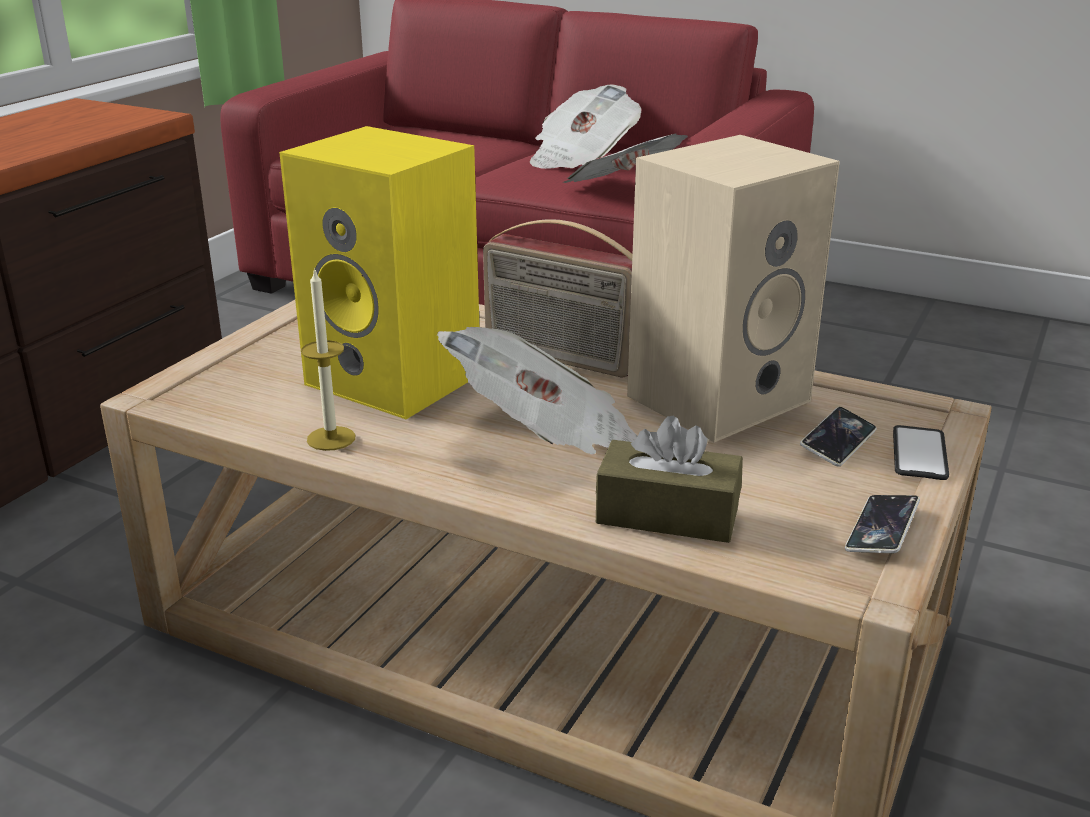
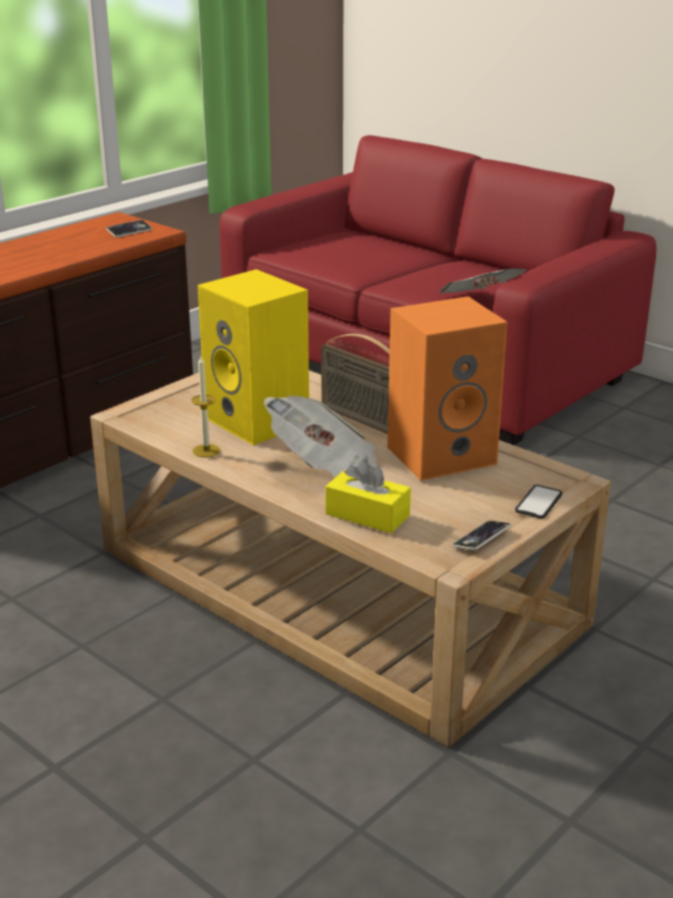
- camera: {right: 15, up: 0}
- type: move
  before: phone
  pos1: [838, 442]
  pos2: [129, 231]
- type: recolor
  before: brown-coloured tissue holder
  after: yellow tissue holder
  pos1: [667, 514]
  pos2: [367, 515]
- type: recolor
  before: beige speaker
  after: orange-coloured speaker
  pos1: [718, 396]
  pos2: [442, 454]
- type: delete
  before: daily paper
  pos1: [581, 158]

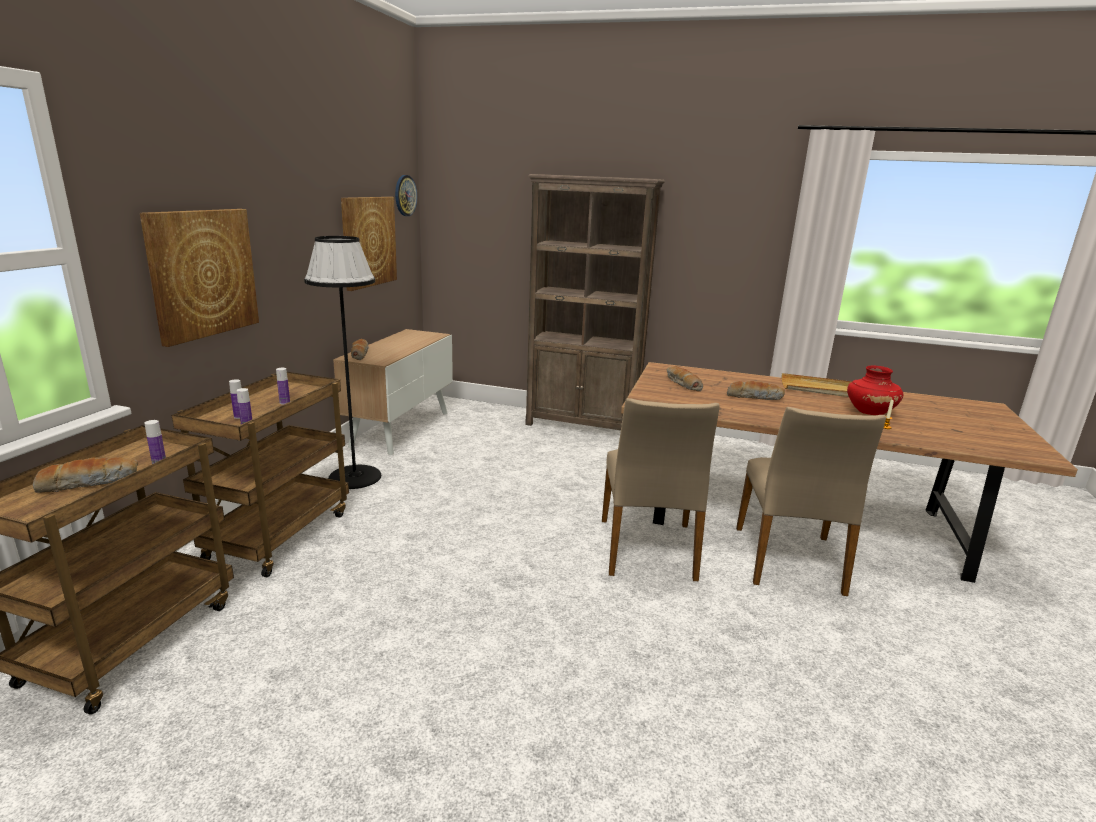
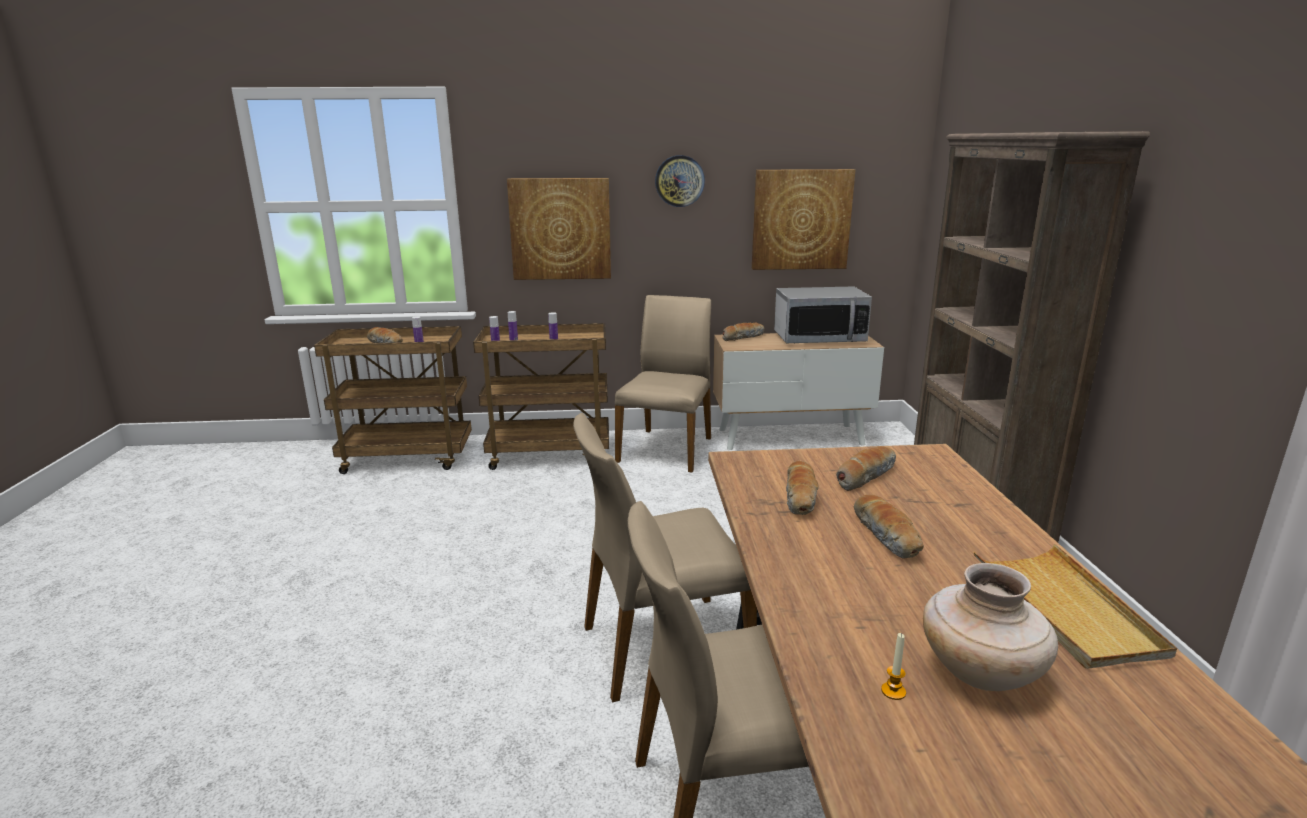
- camera: {right: 70, up: 0}
- type: replace
  before: blackish floor lamp
  after: beige upright chair
  pos1: [355, 477]
  pos2: [667, 449]
- type: move
  before: clock on the wall
  pos1: [405, 195]
  pos2: [679, 181]
- type: insert
  after: microwave oven
  pos2: [819, 338]
- type: insert
  after: baked bread
  pos2: [801, 497]
- type: recolor
  before: red-coloured decorative vase
  after: beige decorative vase
  pos1: [869, 412]
  pos2: [981, 673]

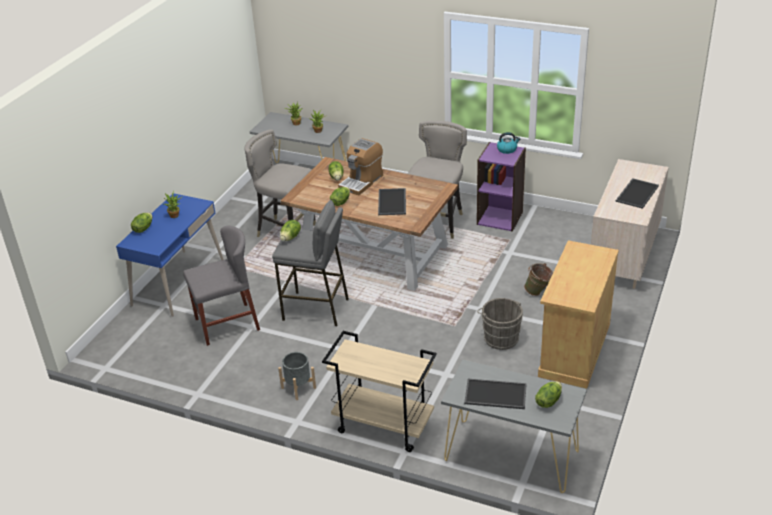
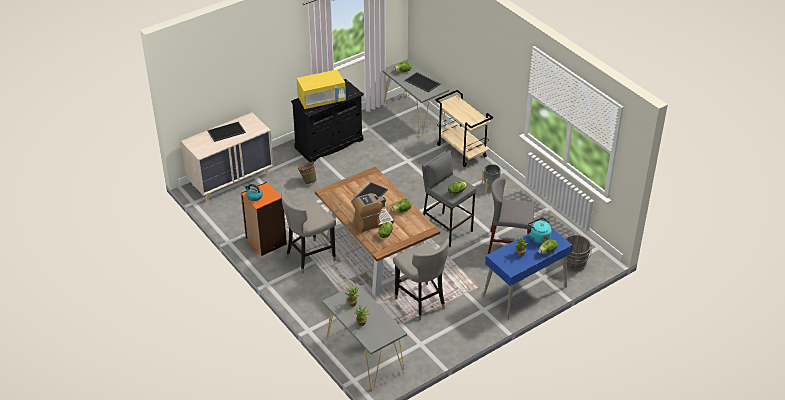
- camera: {right: -150, up: 5}
- type: recolor
  before: purplish bookshelf
  after: orange-coloured bookshelf
  pos1: [500, 218]
  pos2: [265, 242]
- type: recolor
  before: beige cabinet
  after: blackish cabinet
  pos1: [574, 349]
  pos2: [329, 144]
- type: insert
  after: yellow microwave oven
  pos2: [322, 100]
- type: insert
  after: turquoise tea kettle
  pos2: [539, 237]
- type: move
  before: gray water bucket
  pos1: [500, 337]
  pos2: [574, 264]

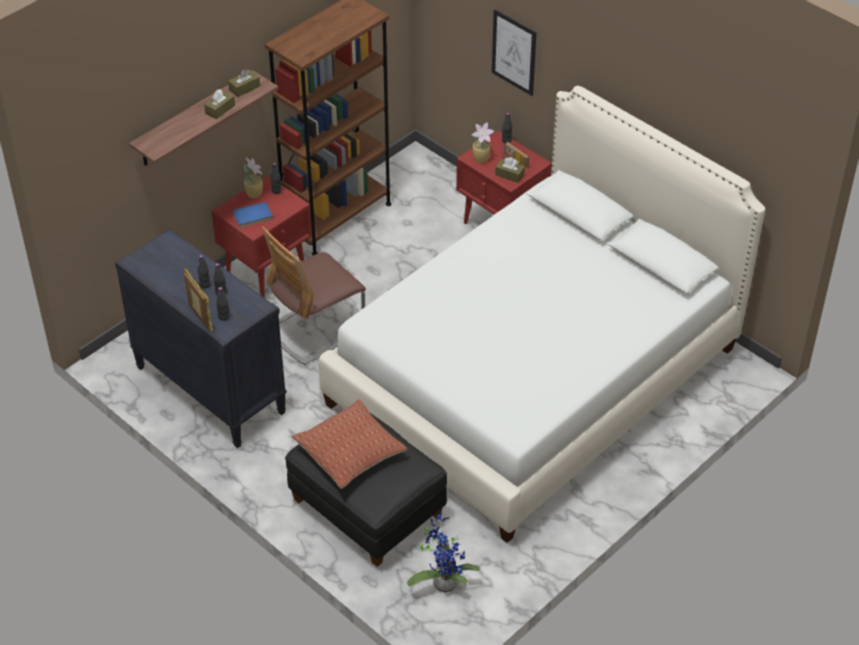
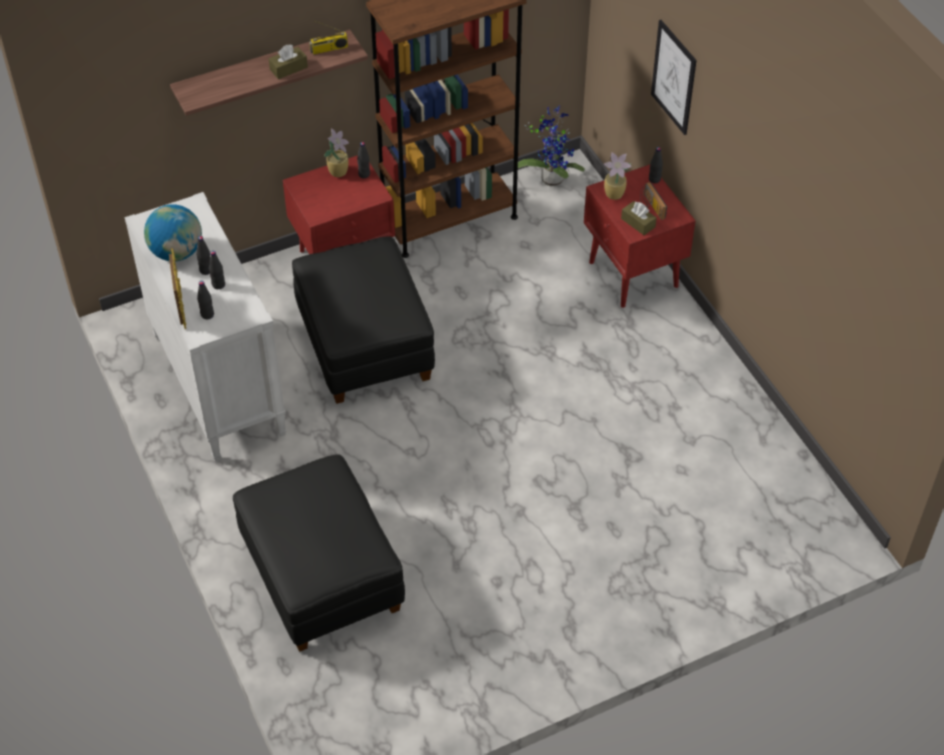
- camera: {right: 20, up: 5}
- type: recolor
  before: blackish dresser
  after: white-coloured dresser
  pos1: [209, 390]
  pos2: [217, 384]
- type: insert
  after: world globe
  pos2: [177, 252]
- type: replace
  before: upright chair
  after: blackish pouffe
  pos1: [315, 330]
  pos2: [364, 345]
- type: replace
  before: brown-coloured tissue holder
  after: radio
  pos1: [244, 88]
  pos2: [329, 49]
- type: move
  before: houseplant
  pos1: [443, 581]
  pos2: [551, 177]
- type: delete
  before: blue volume
  pos1: [253, 217]
- type: delete
  before: pillow
  pos1: [350, 452]
- type: delete
  before: white-coloured bed
  pos1: [534, 376]

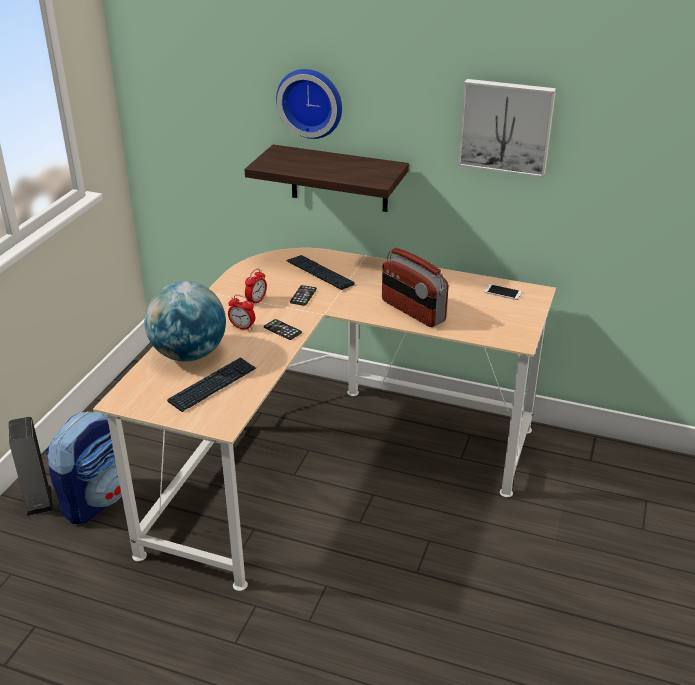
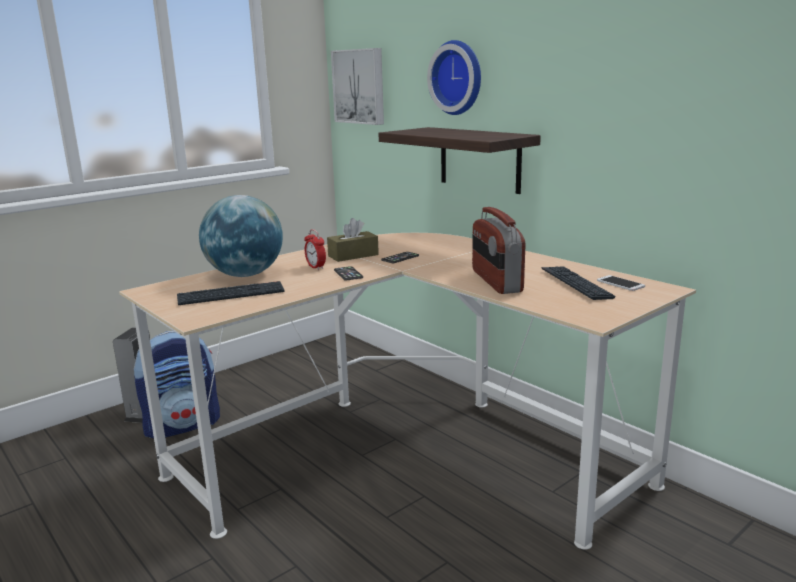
- camera: {right: 30, up: -15}
- type: replace
  before: table clock
  after: brown-coloured tissue holder
  pos1: [256, 301]
  pos2: [353, 255]
- type: move
  before: wall art
  pos1: [506, 126]
  pos2: [360, 86]
- type: move
  before: PC keyboard
  pos1: [320, 273]
  pos2: [575, 284]

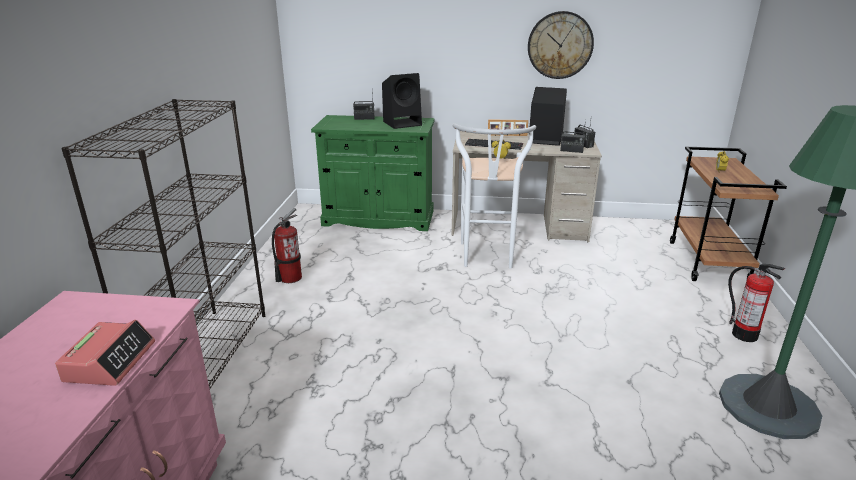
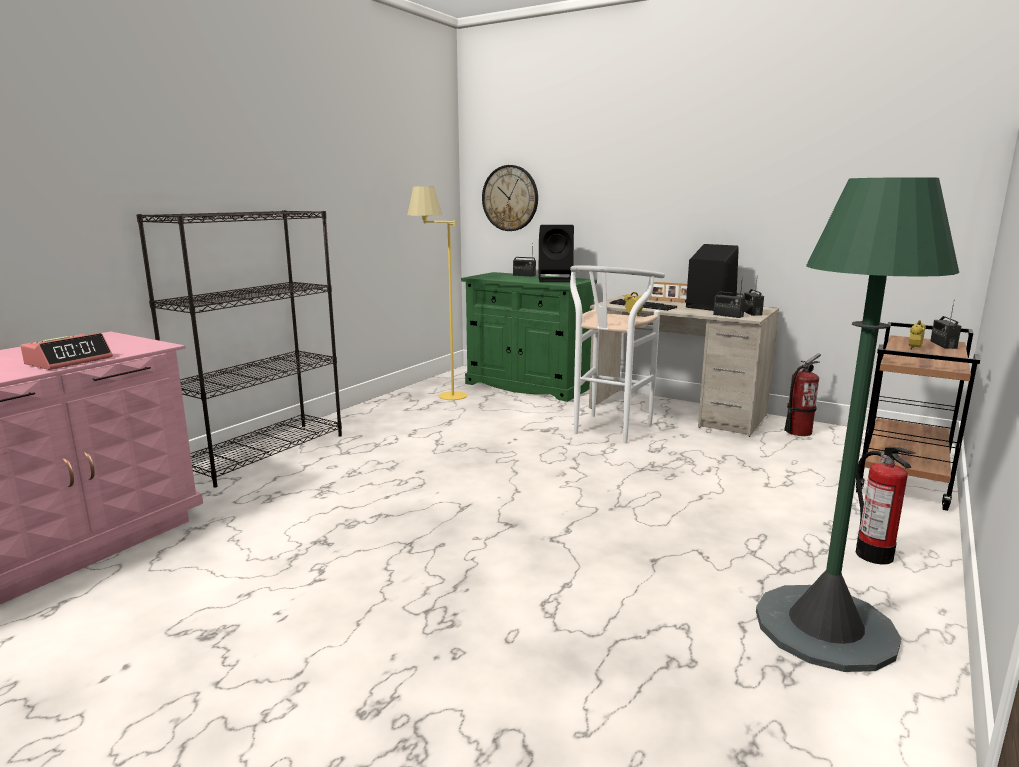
- camera: {right: 25, up: -10}
- type: insert
  after: yellow floor lamp
  pos2: [441, 398]
- type: move
  before: clock on the wall
  pos1: [560, 45]
  pos2: [510, 198]
- type: move
  before: fire extinguisher
  pos1: [290, 278]
  pos2: [797, 432]
- type: insert
  after: radio
  pos2: [943, 345]

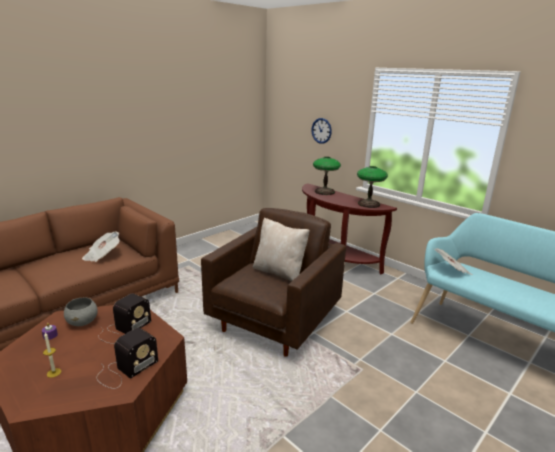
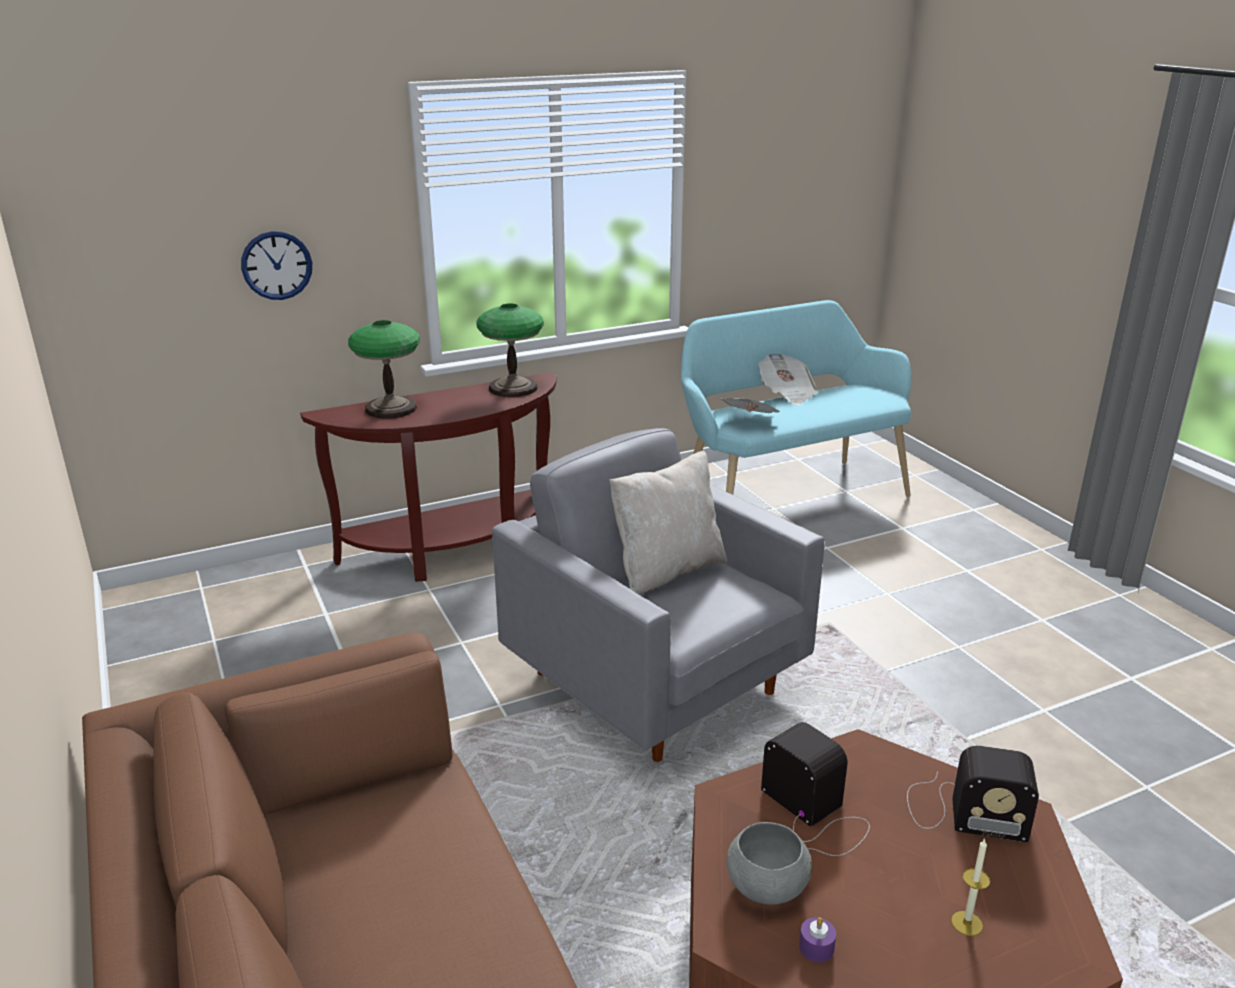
- camera: {right: -70, up: 5}
- type: recolor
  before: brown-coloured easy chair
  after: gray easy chair
  pos1: [274, 322]
  pos2: [656, 684]
- type: move
  before: daily paper
  pos1: [102, 256]
  pos2: [786, 394]
- type: rotate
  before: radio
  pos1: [125, 370]
  pos2: [961, 812]
  turn: 135

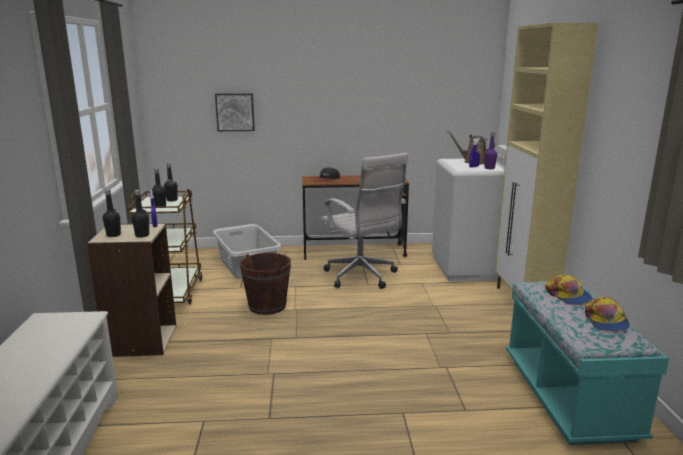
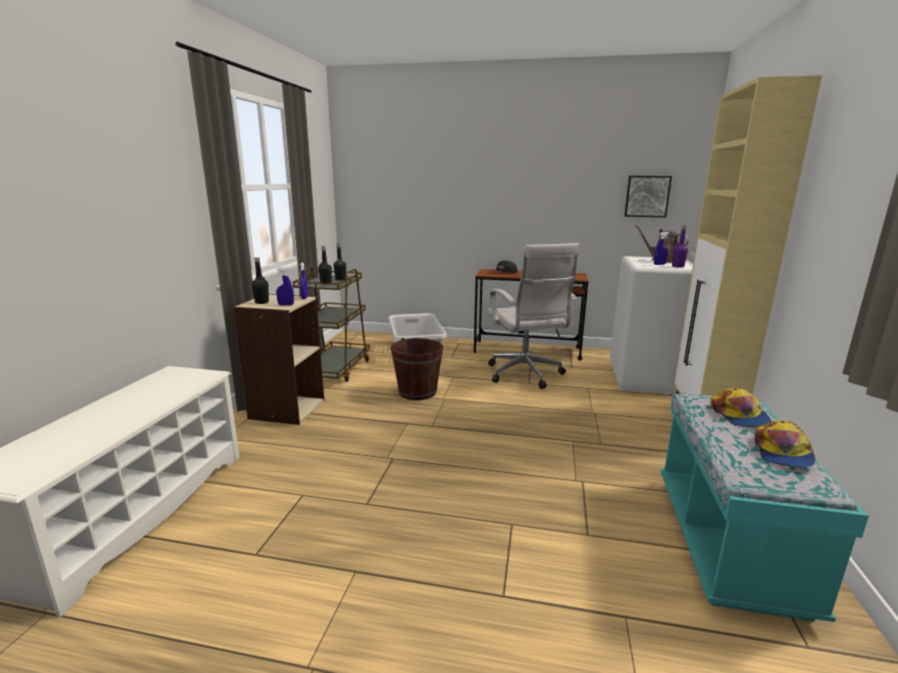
- camera: {right: 15, up: 0}
- type: replace
  before: blackish drink bottle
  after: blue spray bottle
  pos1: [142, 235]
  pos2: [286, 305]
- type: move
  before: wall art
  pos1: [235, 112]
  pos2: [647, 196]

